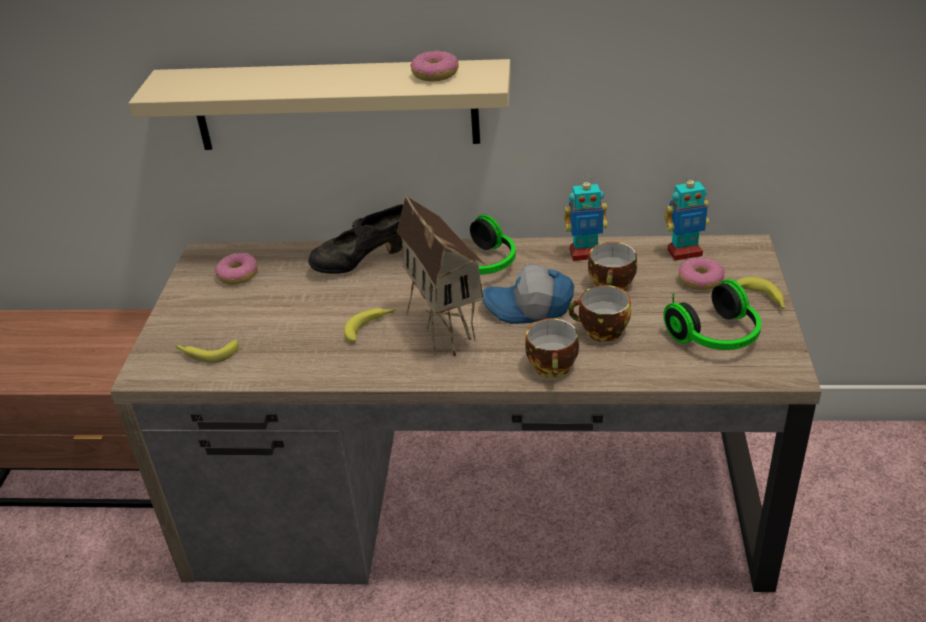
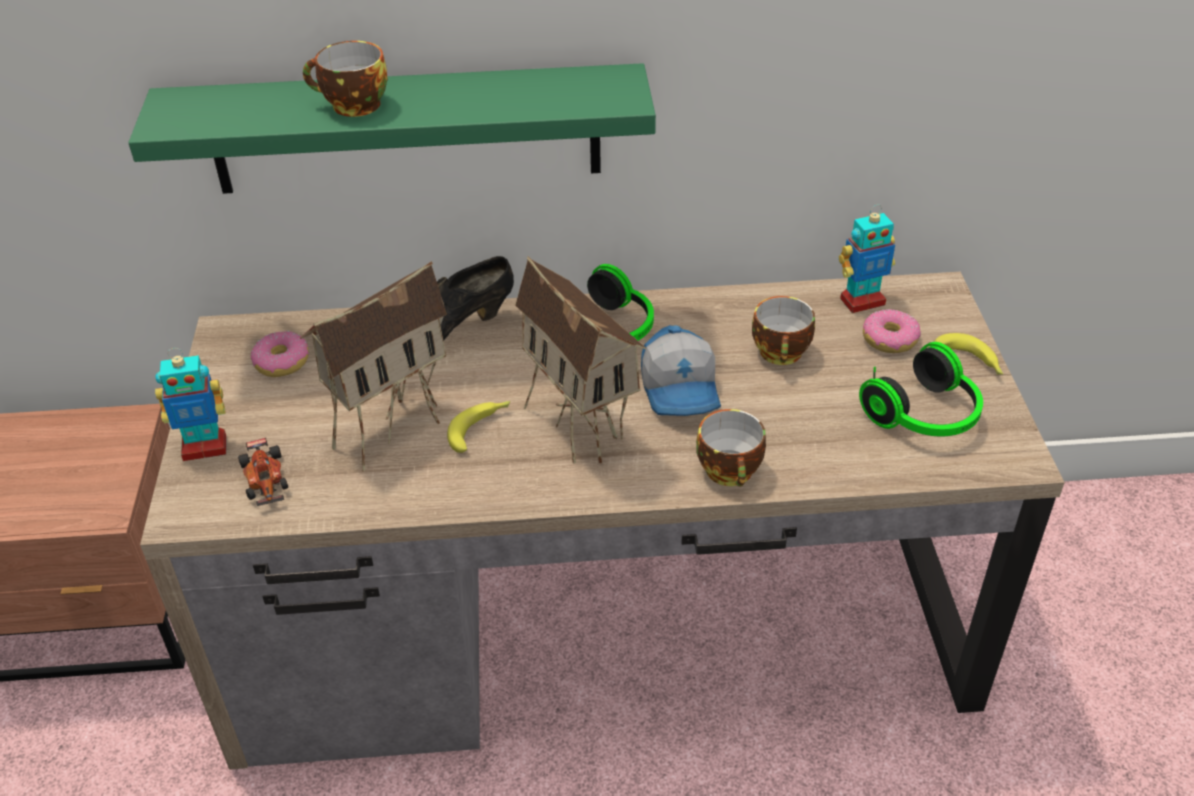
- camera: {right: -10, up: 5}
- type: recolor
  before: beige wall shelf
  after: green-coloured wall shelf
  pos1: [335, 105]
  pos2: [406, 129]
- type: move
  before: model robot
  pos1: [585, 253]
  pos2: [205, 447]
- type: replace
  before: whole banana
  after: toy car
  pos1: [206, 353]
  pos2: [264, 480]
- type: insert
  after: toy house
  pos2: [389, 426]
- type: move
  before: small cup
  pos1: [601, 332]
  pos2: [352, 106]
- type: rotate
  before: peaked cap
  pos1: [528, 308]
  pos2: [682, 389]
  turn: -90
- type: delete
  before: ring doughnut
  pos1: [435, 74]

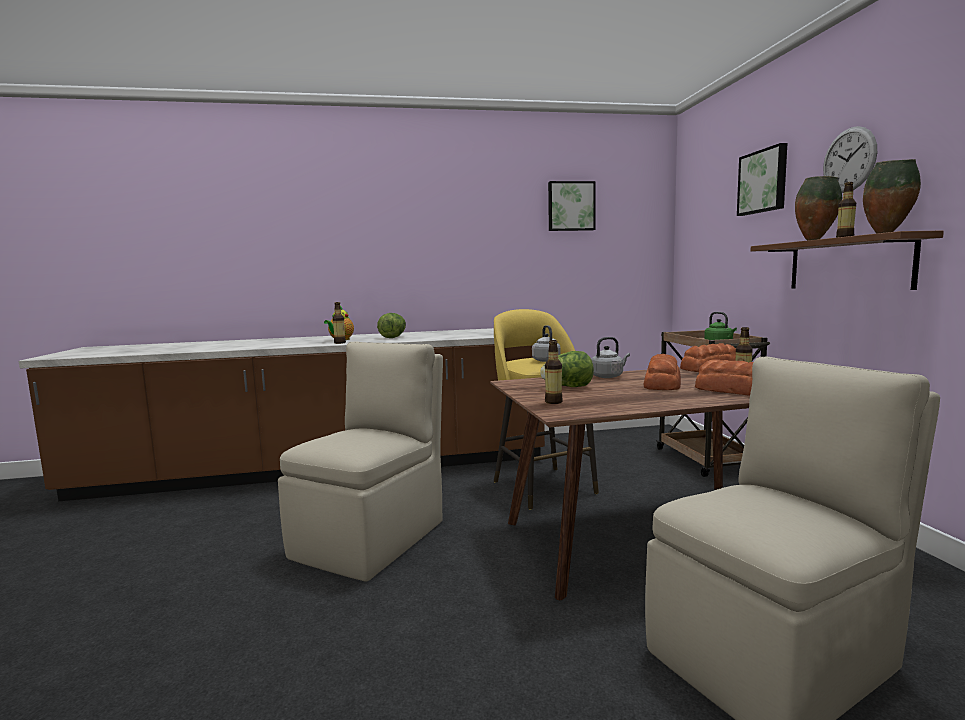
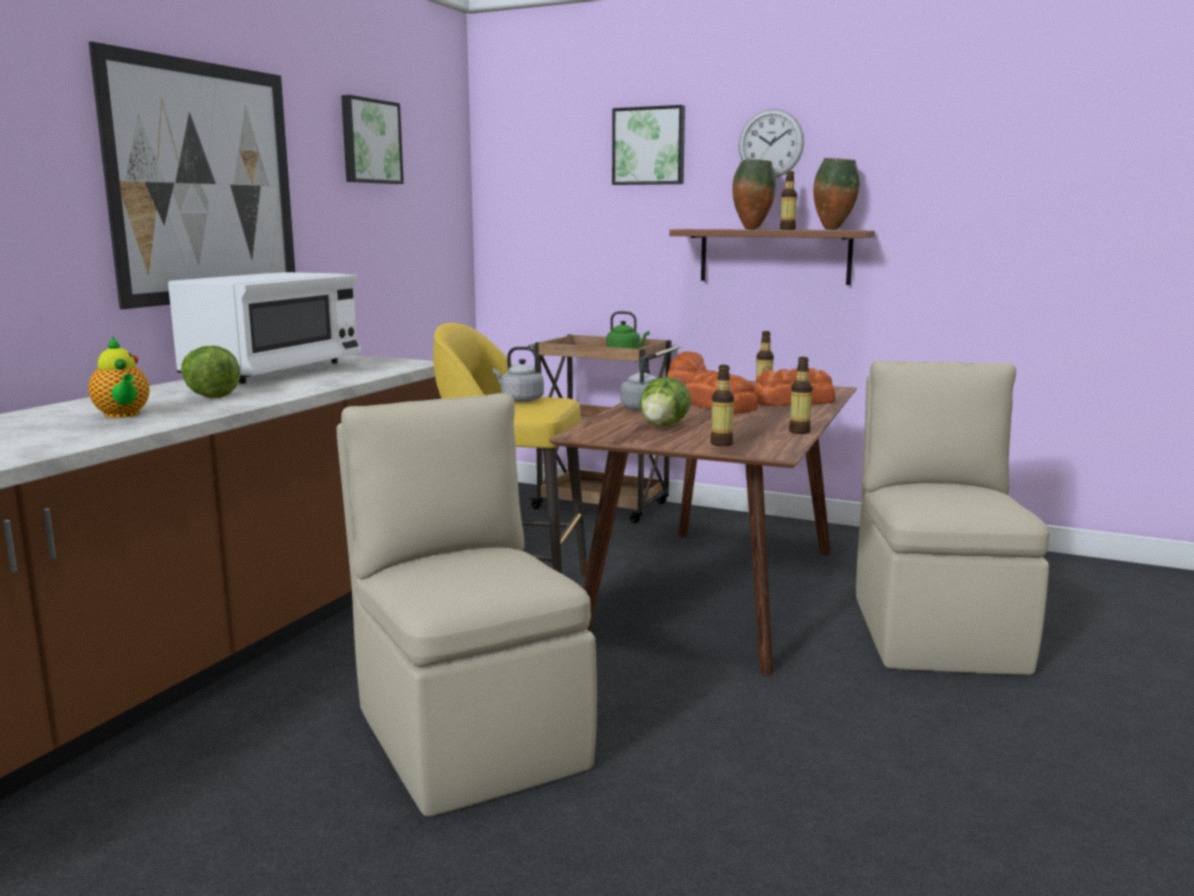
- camera: {right: -55, up: 5}
- type: insert
  after: wall art
  pos2: [205, 183]
- type: insert
  after: white-coloured microwave oven
  pos2: [274, 372]
- type: move
  before: drink bottle
  pos1: [340, 343]
  pos2: [799, 432]

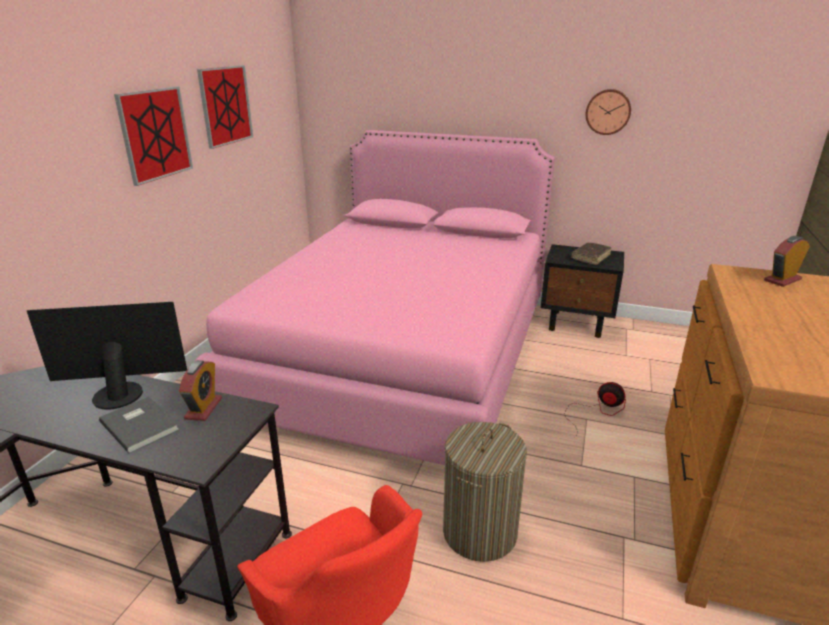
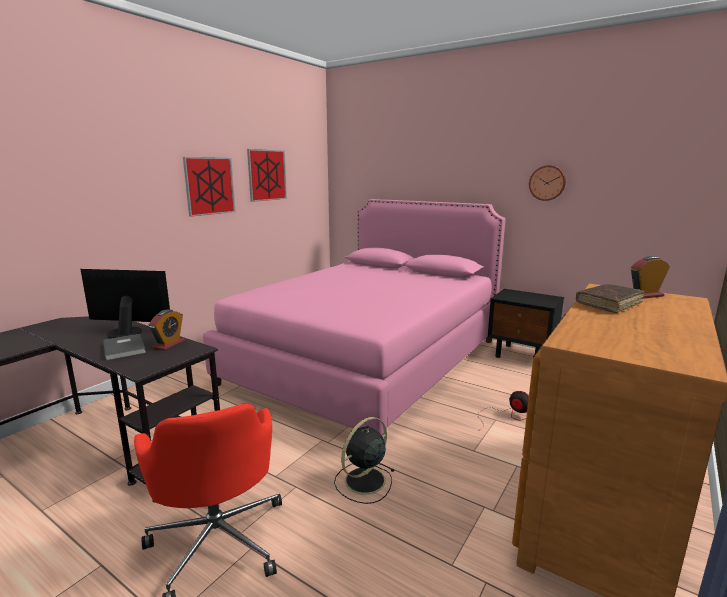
- camera: {right: 15, up: -10}
- type: replace
  before: hamper
  after: blackish fan
  pos1: [479, 532]
  pos2: [363, 481]
- type: move
  before: brown-coloured volume
  pos1: [590, 257]
  pos2: [608, 304]

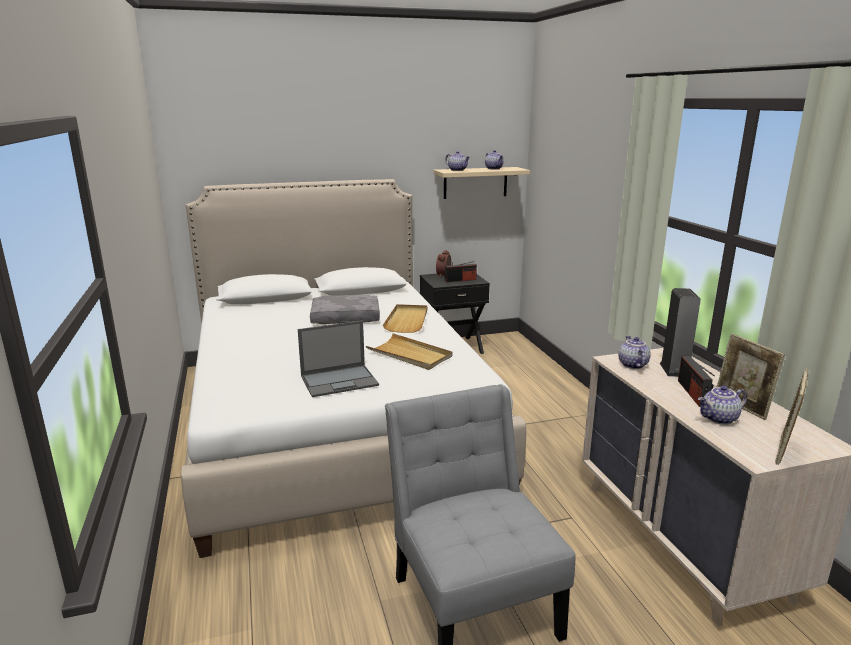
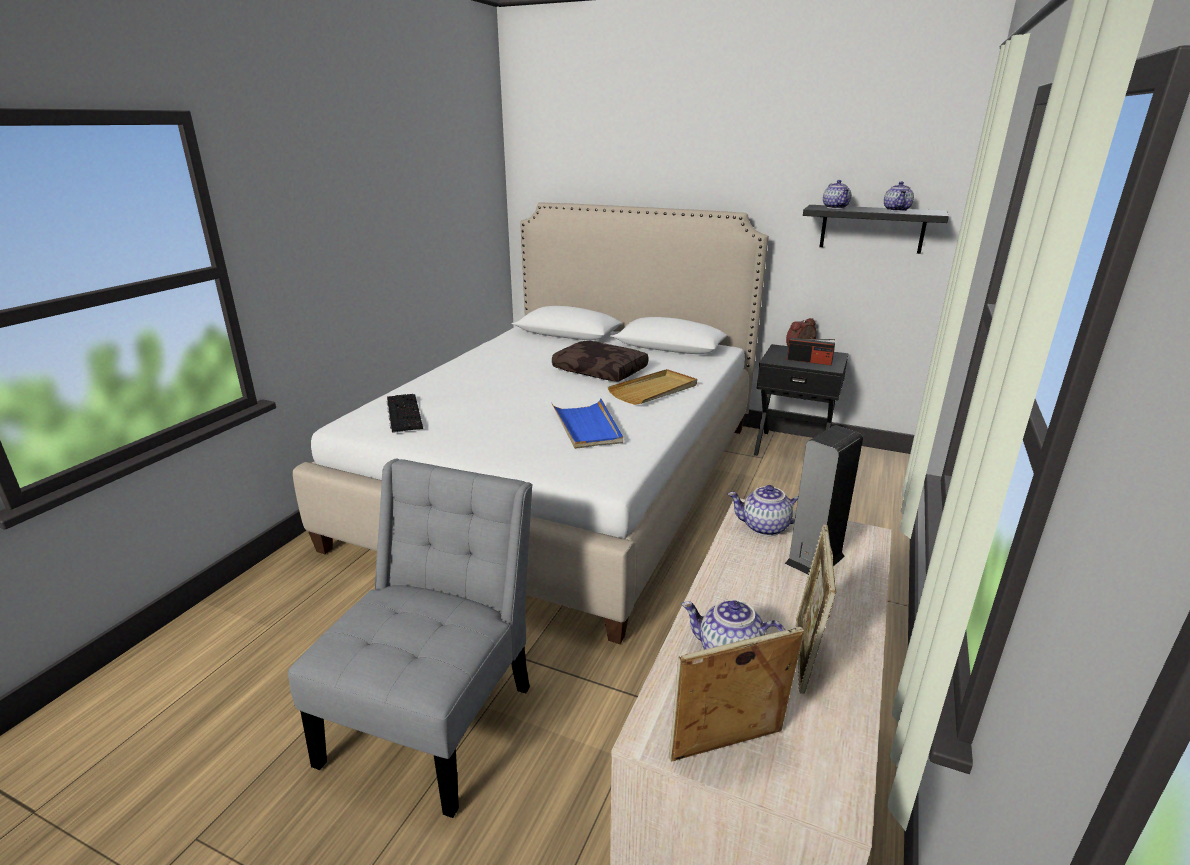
- camera: {right: 40, up: 5}
- type: insert
  after: PC keyboard
  pos2: [402, 412]
- type: recolor
  before: gray pillow
  after: brown-coloured pillow
  pos1: [346, 317]
  pos2: [601, 370]
- type: recolor
  before: beige serving tray
  after: blue serving tray
  pos1: [409, 355]
  pos2: [587, 427]
- type: rotate
  before: pot for tea
  pos1: [632, 365]
  pos2: [764, 528]
  turn: -120
- type: recolor
  before: beige wall shelf
  after: blackish wall shelf
  pos1: [475, 182]
  pos2: [872, 229]
- type: delete
  before: laptop
  pos1: [340, 380]
- type: delete
  before: radio
  pos1: [693, 393]

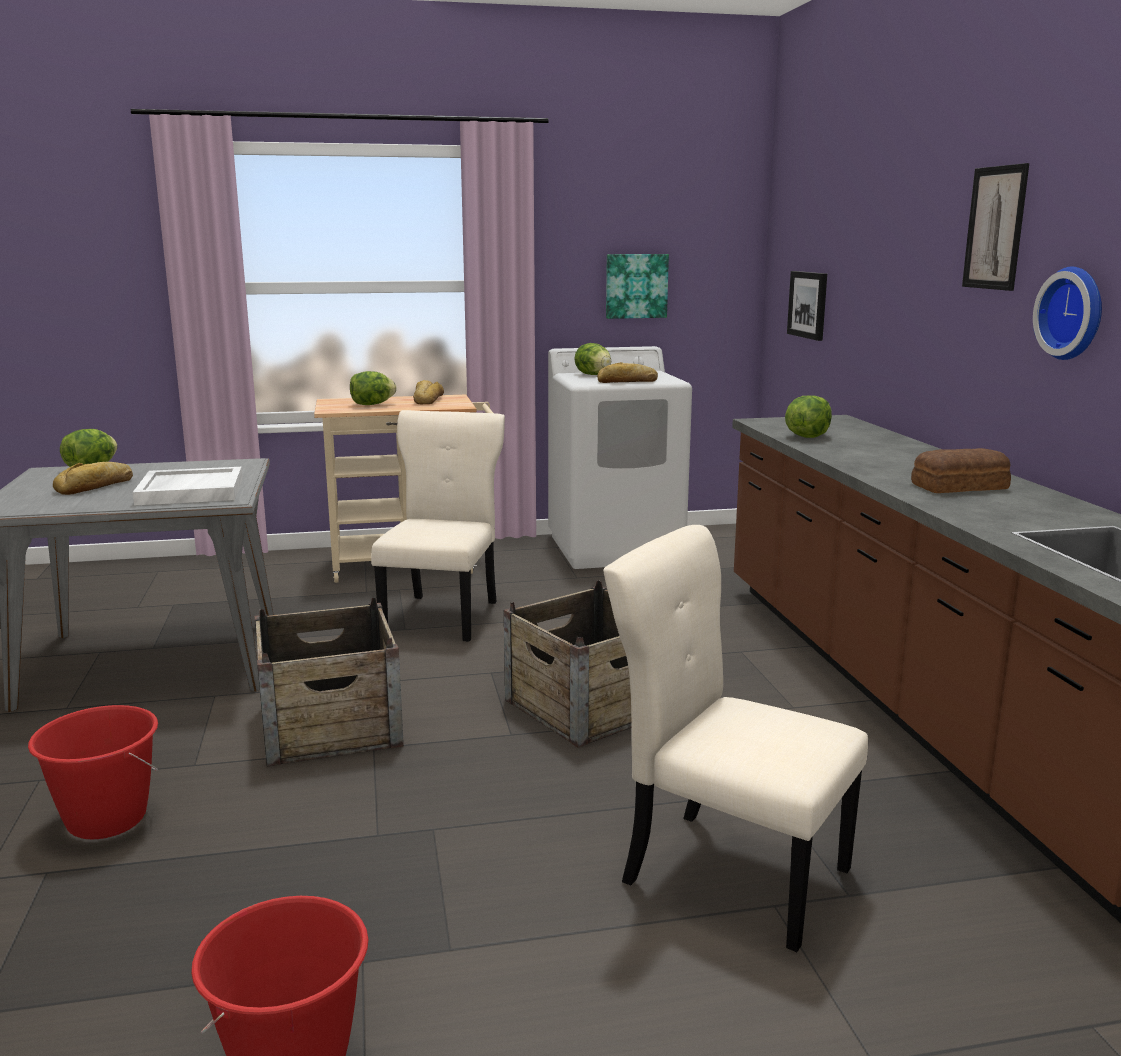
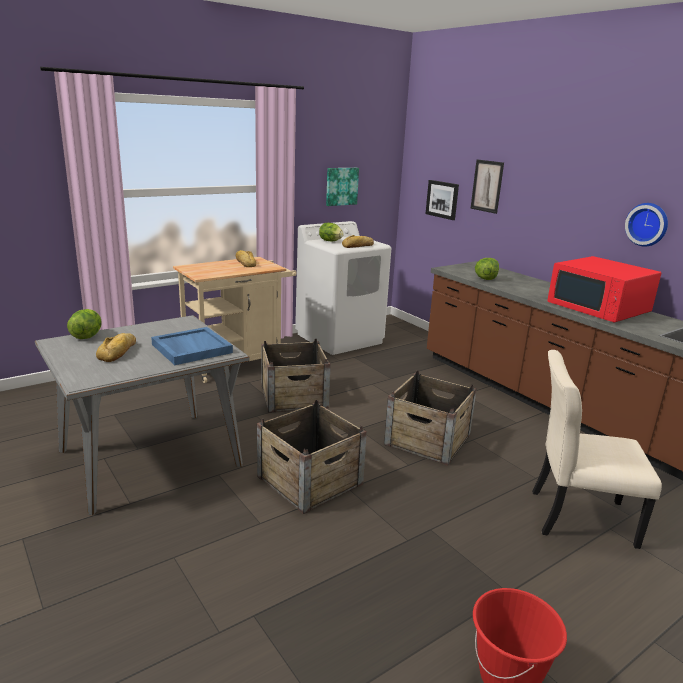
- camera: {right: -25, up: 5}
- type: recolor
  before: white-coloured serving tray
  after: blue serving tray
  pos1: [190, 491]
  pos2: [191, 348]
- type: replace
  before: beige upright chair
  after: shipping crate
  pos1: [443, 616]
  pos2: [294, 396]
- type: move
  before: wall art
  pos1: [995, 228]
  pos2: [487, 186]
- type: replace
  before: baked bread
  after: red-coloured microwave oven
  pos1: [961, 487]
  pos2: [599, 308]
- type: delete
  before: red-coloured water bucket
  pos1: [106, 820]
- type: delete
  before: head of lettuce
  pos1: [372, 405]

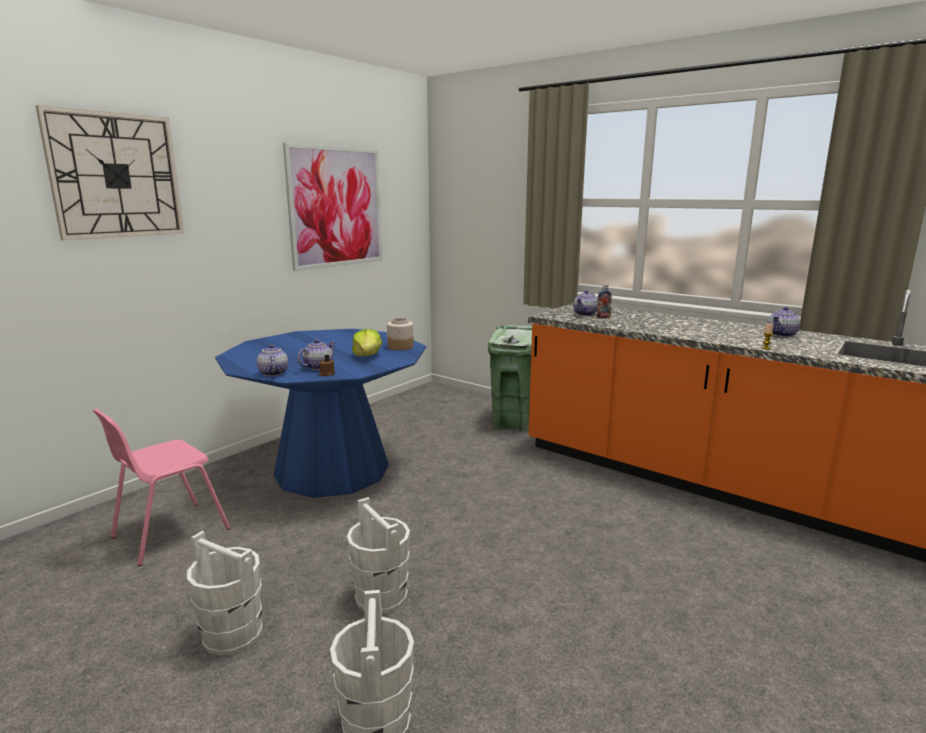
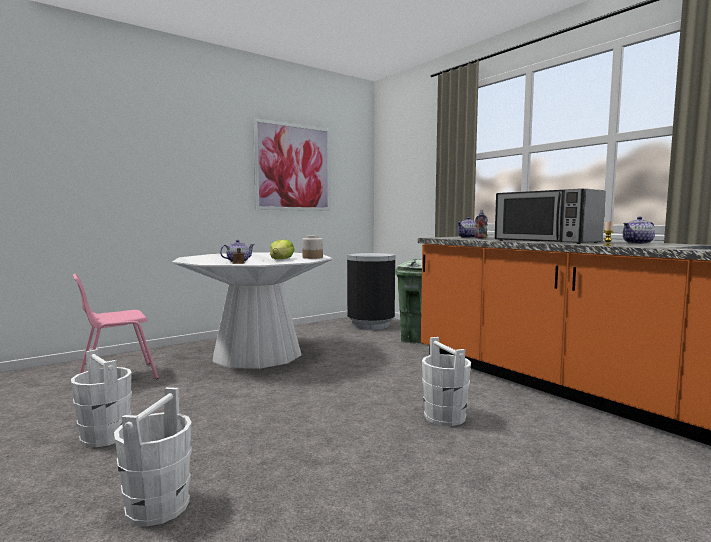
- camera: {right: 15, up: -10}
- type: recolor
  before: blue dining table
  after: white-coloured dining table
  pos1: [332, 469]
  pos2: [257, 354]
- type: insert
  after: blackish waste bin
  pos2: [371, 325]
- type: move
  before: white-coloured water bucket
  pos1: [381, 596]
  pos2: [444, 416]
- type: insert
  after: microwave oven
  pos2: [545, 241]
- type: delete
  before: clock on the wall
  pos1: [116, 176]
- type: delete
  before: pot for tea
  pos1: [272, 373]

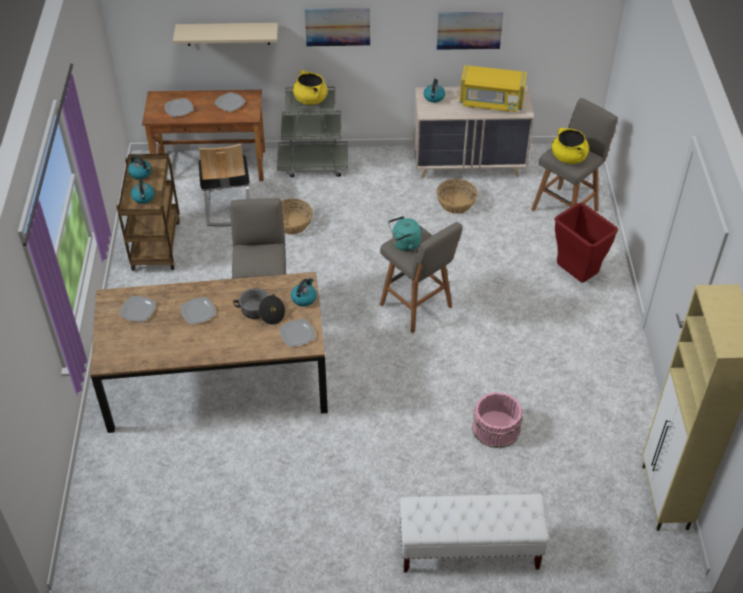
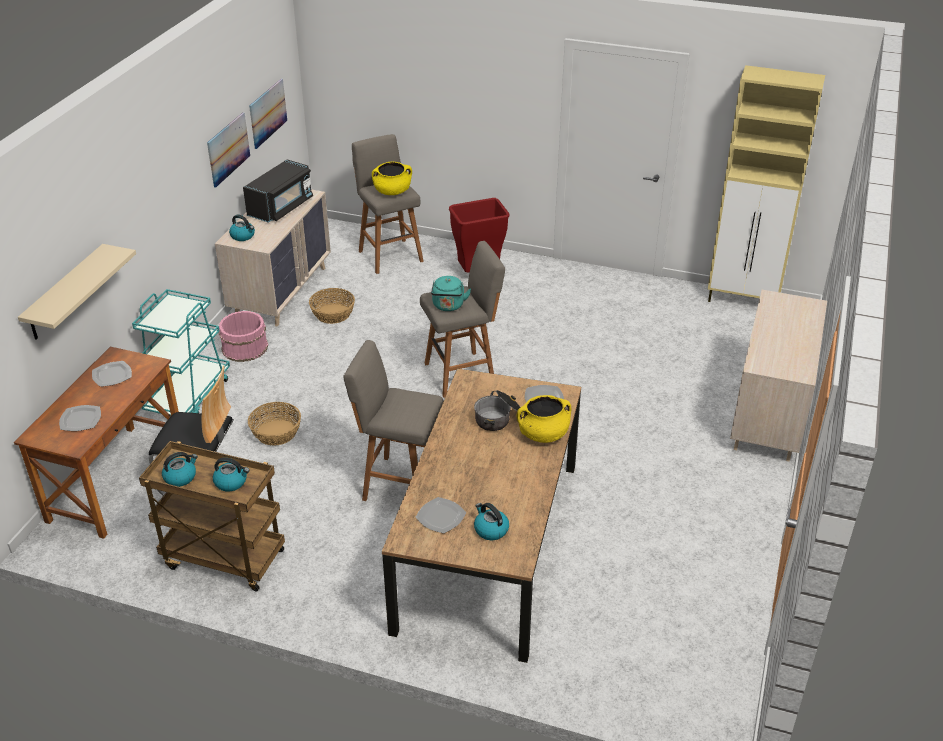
- camera: {right: -70, up: -10}
- type: recolor
  before: gray trolley
  after: turquoise trolley
  pos1: [313, 163]
  pos2: [188, 394]
- type: move
  before: pink water bucket
  pos1: [496, 428]
  pos2: [244, 347]
- type: recolor
  before: yellow microwave oven
  after: blackish microwave oven
  pos1: [491, 102]
  pos2: [281, 207]
- type: move
  before: wall art
  pos1: [337, 26]
  pos2: [268, 113]
- type: move
  before: tea kettle
  pos1: [304, 298]
  pos2: [490, 530]
- type: move
  before: yellow cooking pot
  pos1: [310, 99]
  pos2: [543, 434]
- type: replace
  before: white-coloured bench
  after: beige dresser
  pos1: [469, 549]
  pos2: [769, 415]
- type: delete
  before: flat dish
  pos1: [198, 311]

